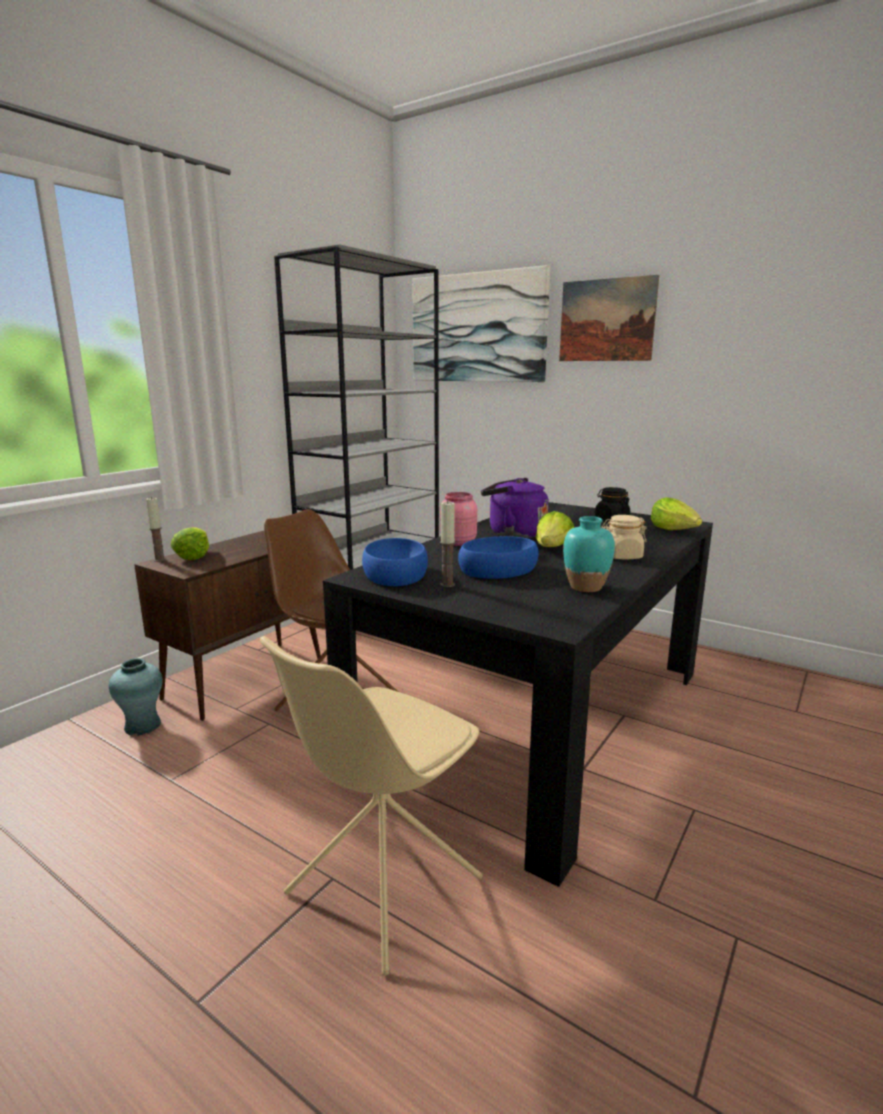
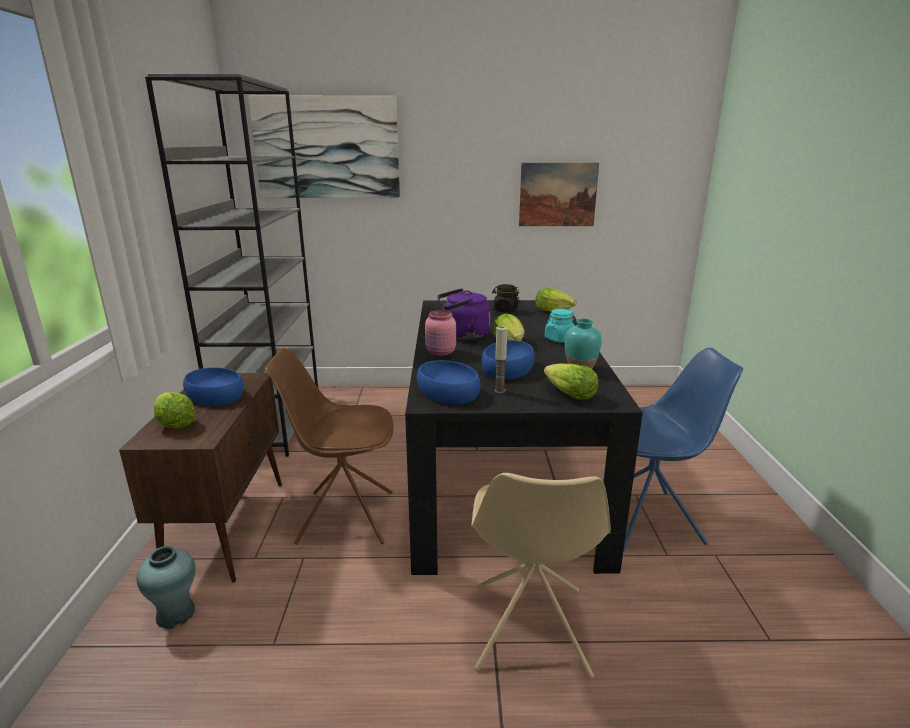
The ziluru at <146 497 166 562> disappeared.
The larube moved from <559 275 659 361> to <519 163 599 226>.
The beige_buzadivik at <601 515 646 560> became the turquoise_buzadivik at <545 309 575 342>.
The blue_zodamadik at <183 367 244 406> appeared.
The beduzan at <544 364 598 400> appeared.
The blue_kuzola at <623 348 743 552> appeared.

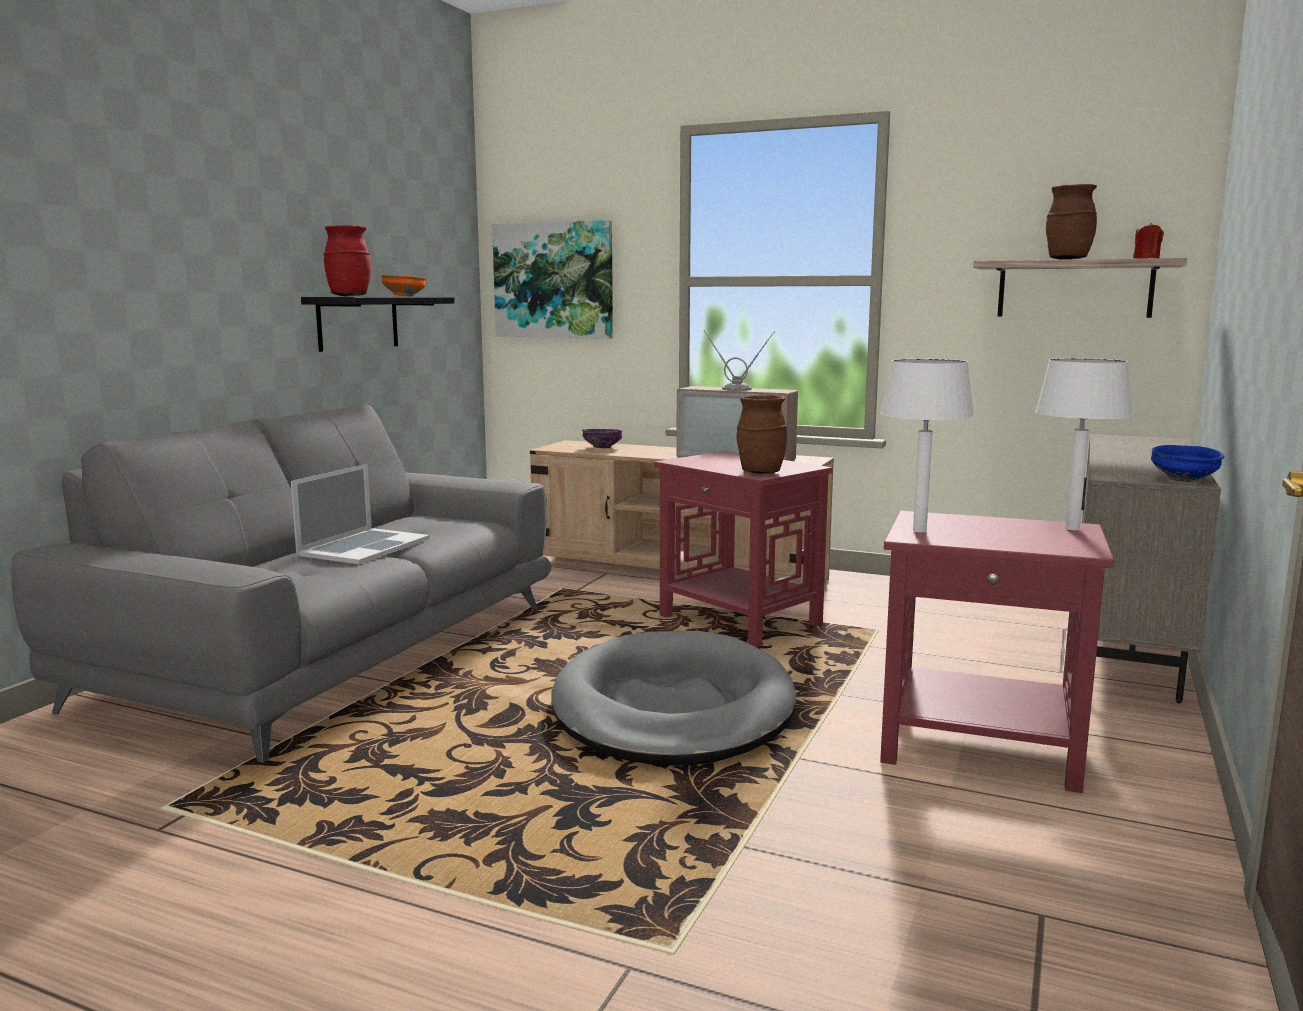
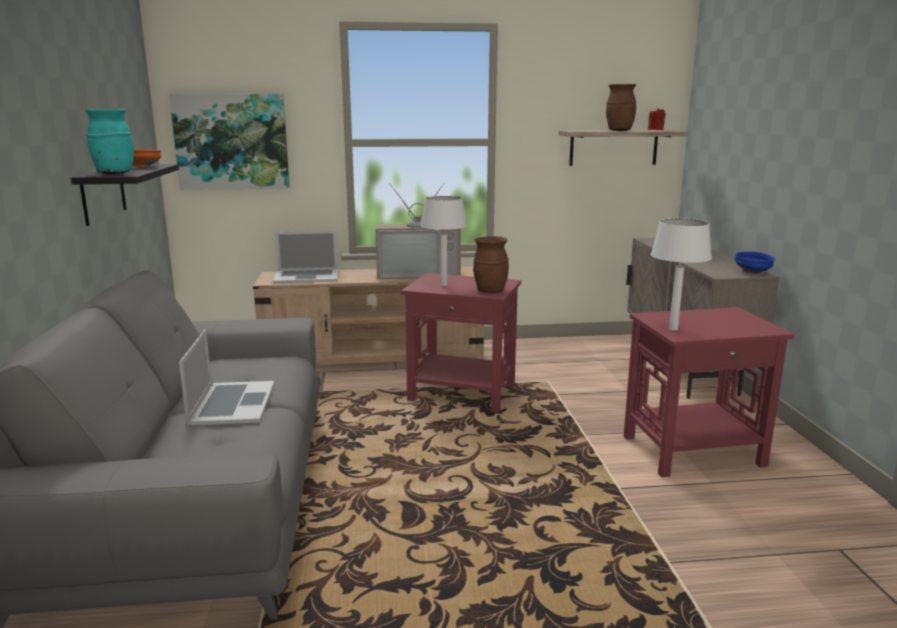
The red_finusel at <323 225 371 297> became the turquoise_finusel at <85 109 134 174>.
The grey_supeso at <551 631 796 766> disappeared.
The purple_zodamadik at <582 429 623 448> was replaced by the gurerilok at <273 231 338 283>.
The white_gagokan moved from <1035 358 1133 530> to <421 196 467 286>.

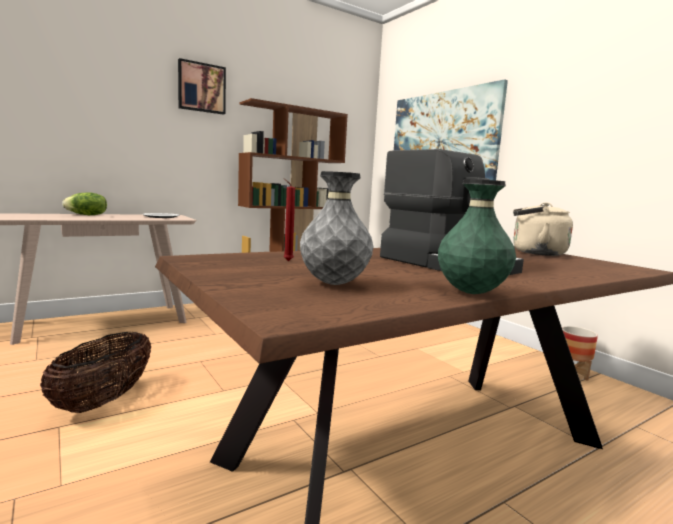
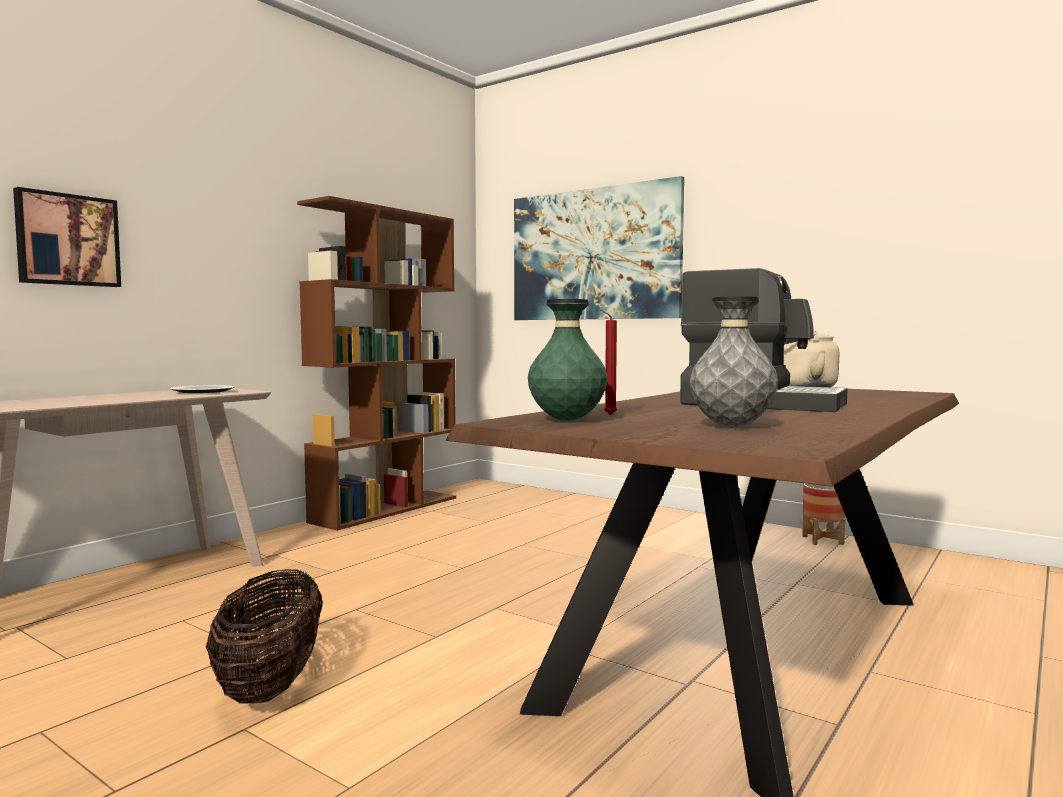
The beduzan at <62 192 107 215> disappeared.
The larube moved from <178 58 226 115> to <13 187 121 287>.
The green_finusel moved from <438 179 516 294> to <528 299 607 421>.

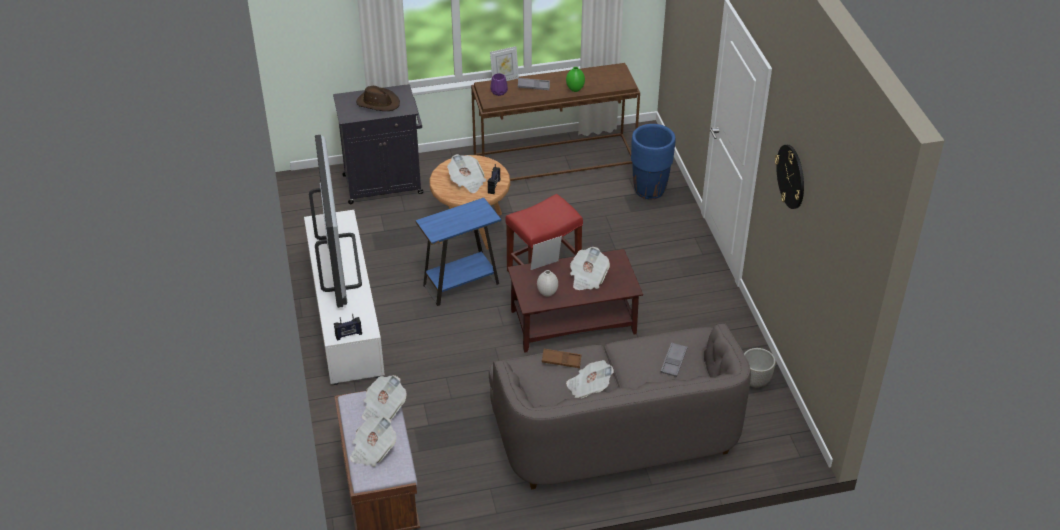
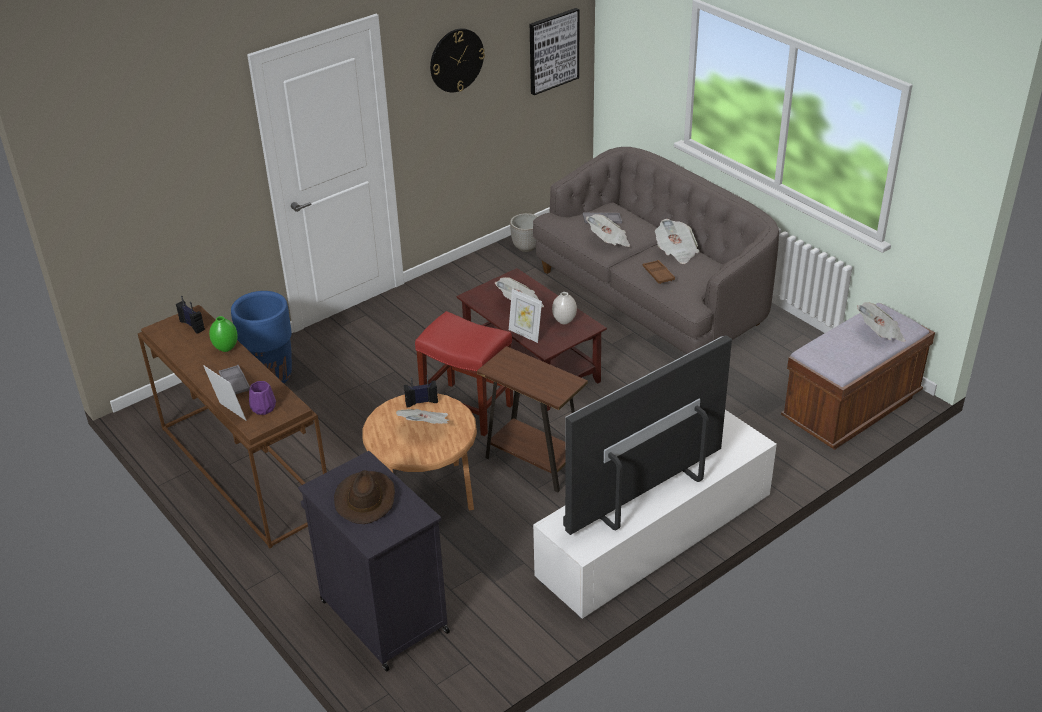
The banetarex moved from <334 314 362 341> to <176 296 205 334>.
The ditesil moved from <362 375 406 421> to <586 214 630 247>.
The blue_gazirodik at <415 198 501 306> became the brown_gazirodik at <477 346 588 493>.
The larube at <530 8 580 95> appeared.

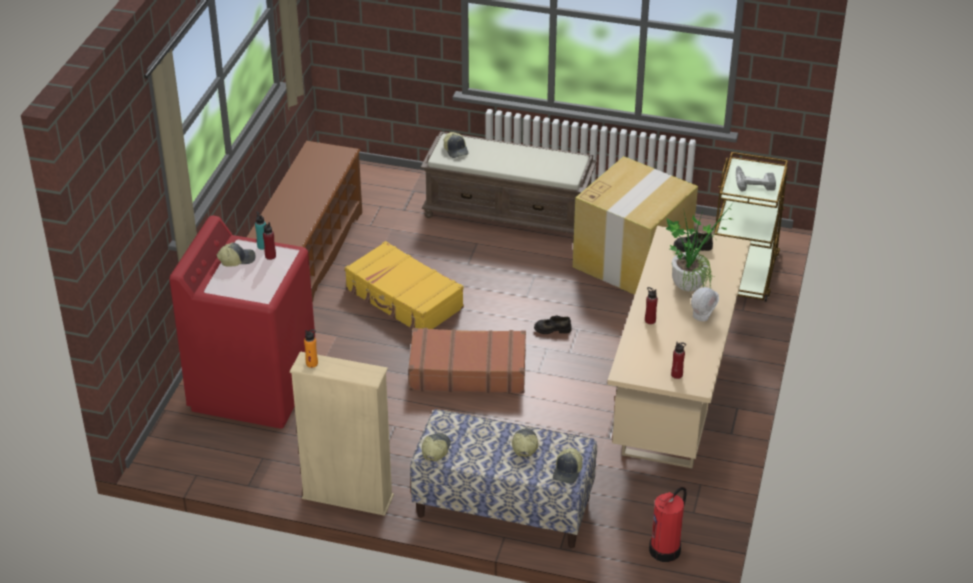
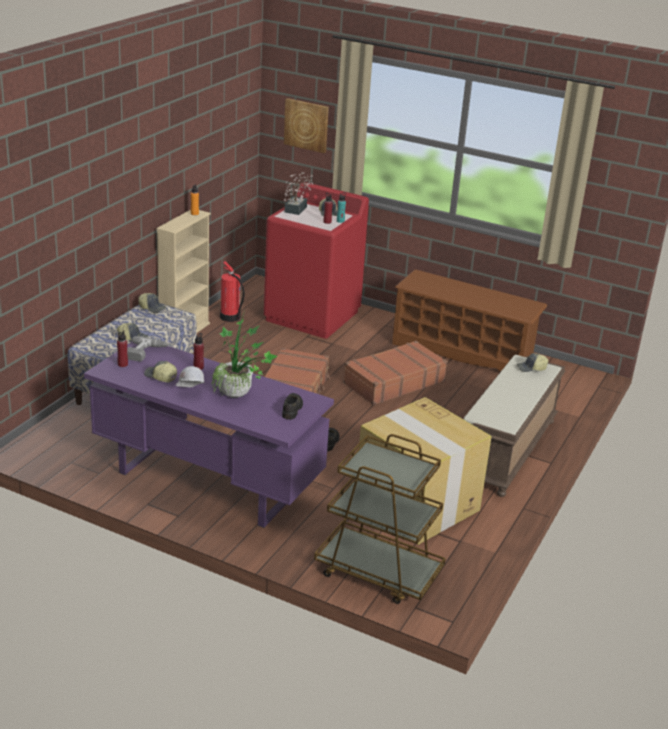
The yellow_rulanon at <345 241 464 330> became the brown_rulanon at <343 341 447 405>.
The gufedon moved from <553 448 582 484> to <144 361 177 383>.
The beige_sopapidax at <607 226 751 469> became the purple_sopapidax at <84 342 334 528>.
The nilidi moved from <649 487 687 562> to <220 261 245 322>.
The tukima moved from <736 166 776 191> to <127 336 169 361>.
The larube at <284 98 329 153> appeared.
The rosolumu at <284 172 313 215> appeared.

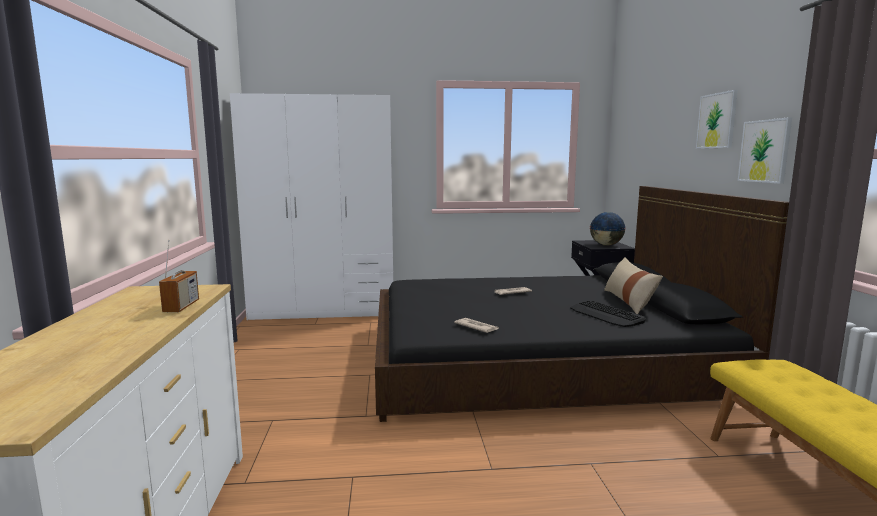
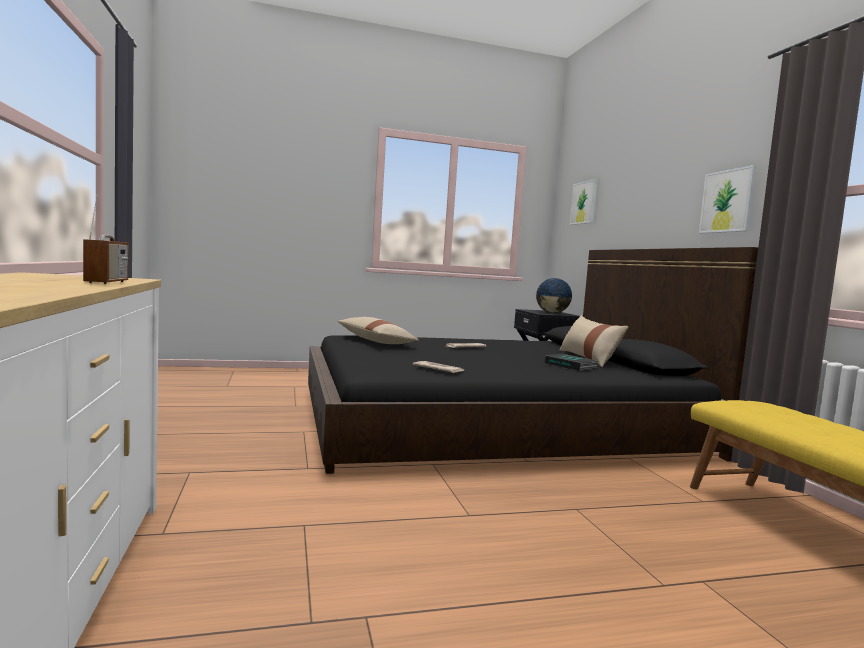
The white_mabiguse at <230 93 393 320> disappeared.
The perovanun at <570 301 646 327> was replaced by the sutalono at <545 354 598 371>.
The larube moved from <696 90 738 149> to <570 179 598 225>.
The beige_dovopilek at <337 317 419 344> appeared.

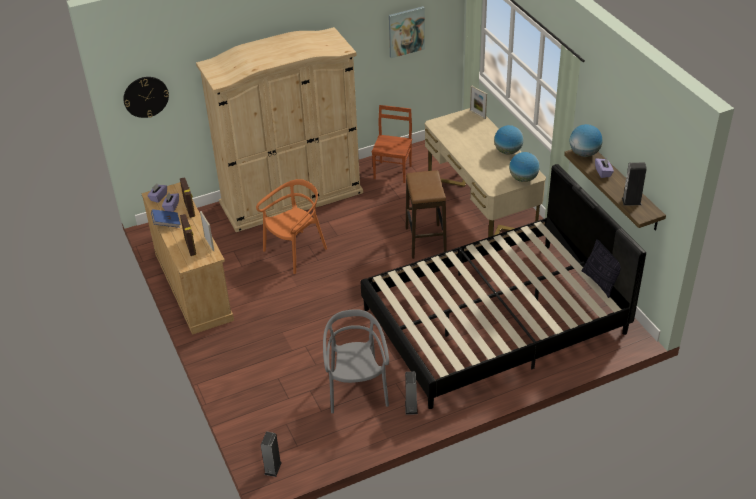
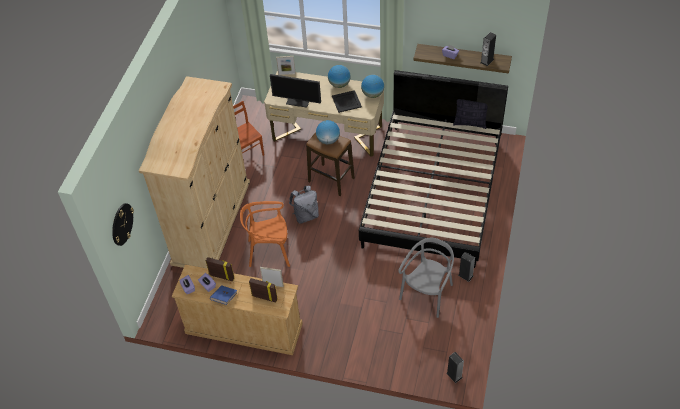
The orange_kuzola at <256 179 327 274> turned 90 degrees counterclockwise.
The grey_kuzola at <323 309 389 414> turned 90 degrees clockwise.
The larube at <389 6 425 58> disappeared.
The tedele moved from <569 124 603 157> to <316 120 340 144>.
The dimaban at <270 74 321 108> appeared.
The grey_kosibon at <289 186 319 224> appeared.
The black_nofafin at <332 90 362 113> appeared.

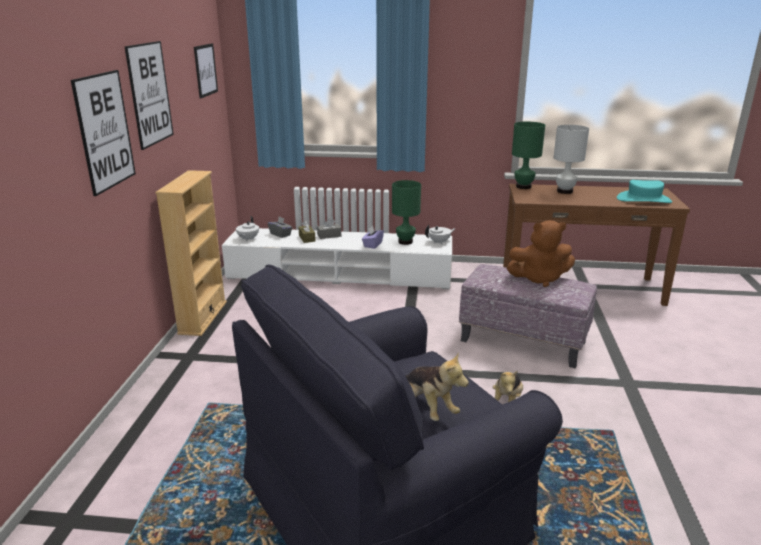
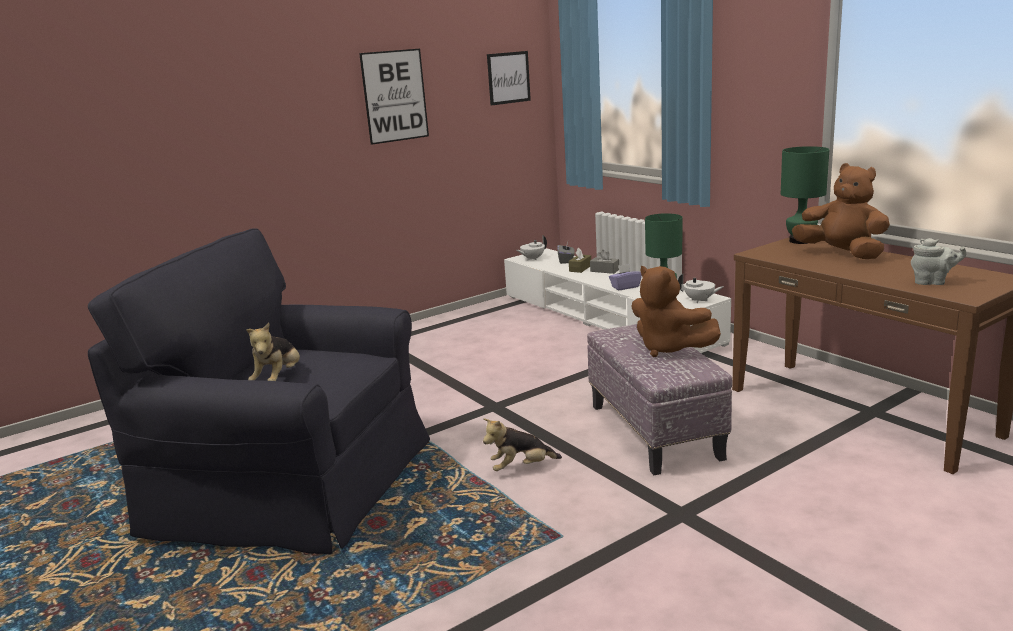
The larube at <71 70 136 196> disappeared.
The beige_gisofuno at <155 170 227 336> disappeared.
The white_gagokan at <554 125 589 194> was replaced by the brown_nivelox at <792 163 890 259>.
The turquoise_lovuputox at <617 180 672 203> was replaced by the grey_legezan at <911 238 966 285>.

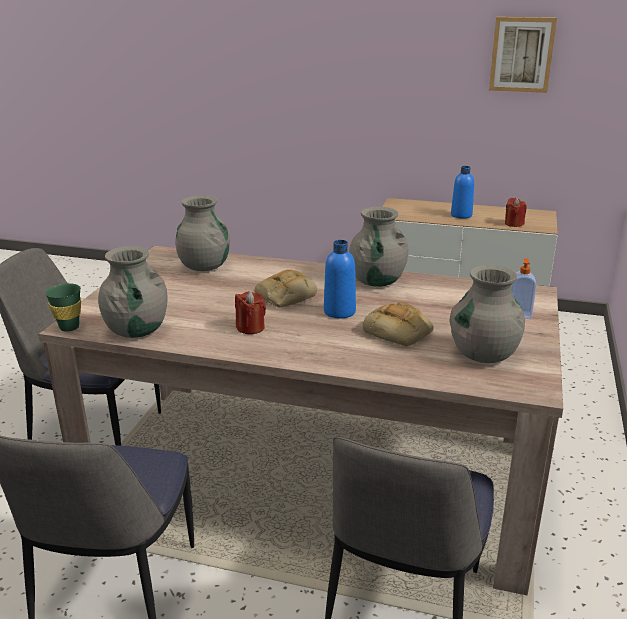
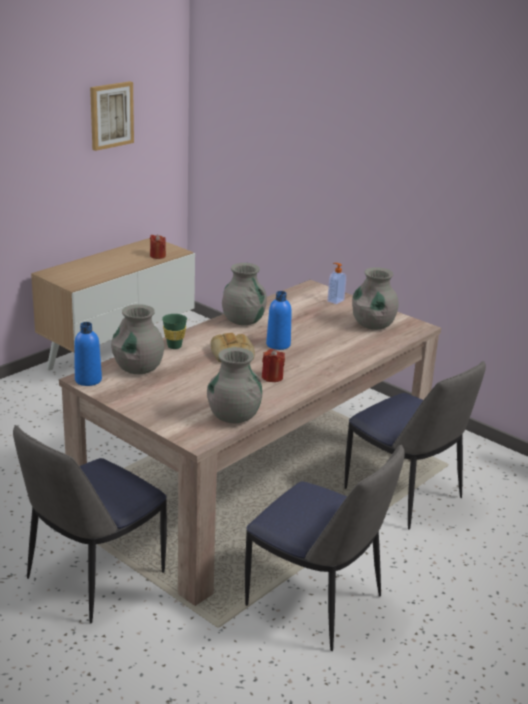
The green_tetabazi moved from <45 283 81 332> to <162 314 187 349>.
The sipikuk at <363 301 434 347> disappeared.
The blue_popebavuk moved from <451 166 474 219> to <74 322 102 386>.

